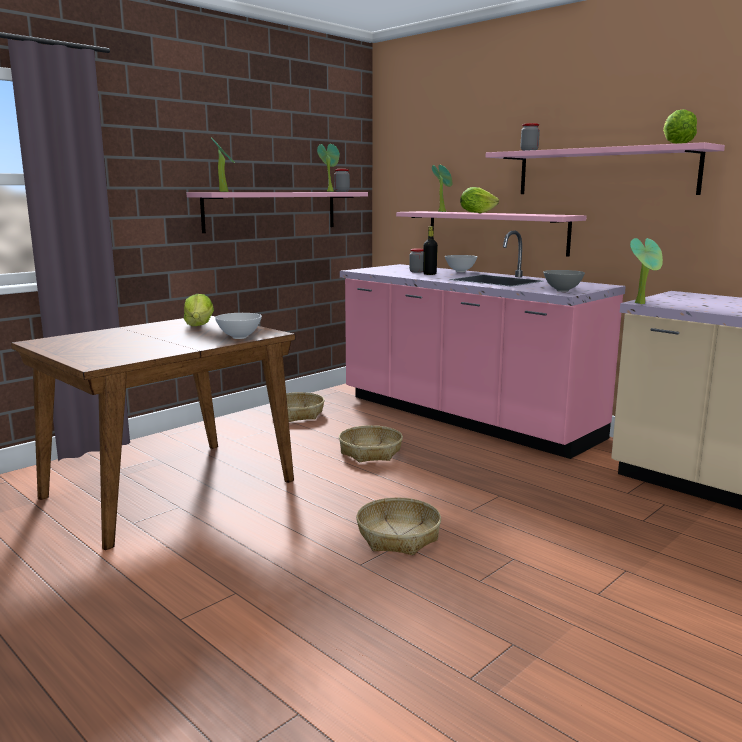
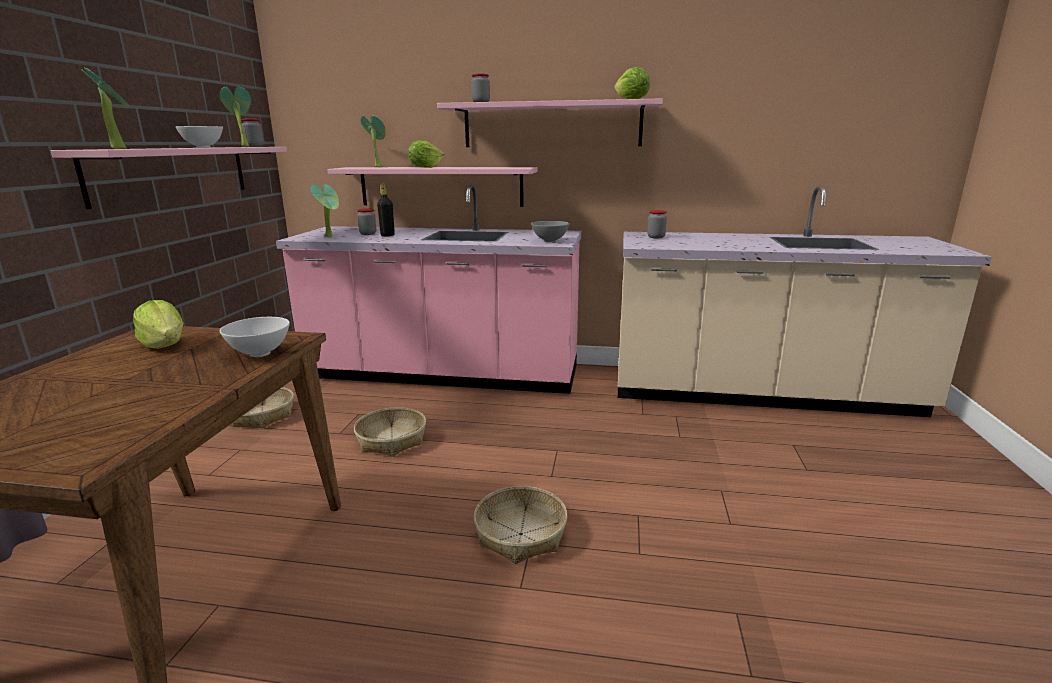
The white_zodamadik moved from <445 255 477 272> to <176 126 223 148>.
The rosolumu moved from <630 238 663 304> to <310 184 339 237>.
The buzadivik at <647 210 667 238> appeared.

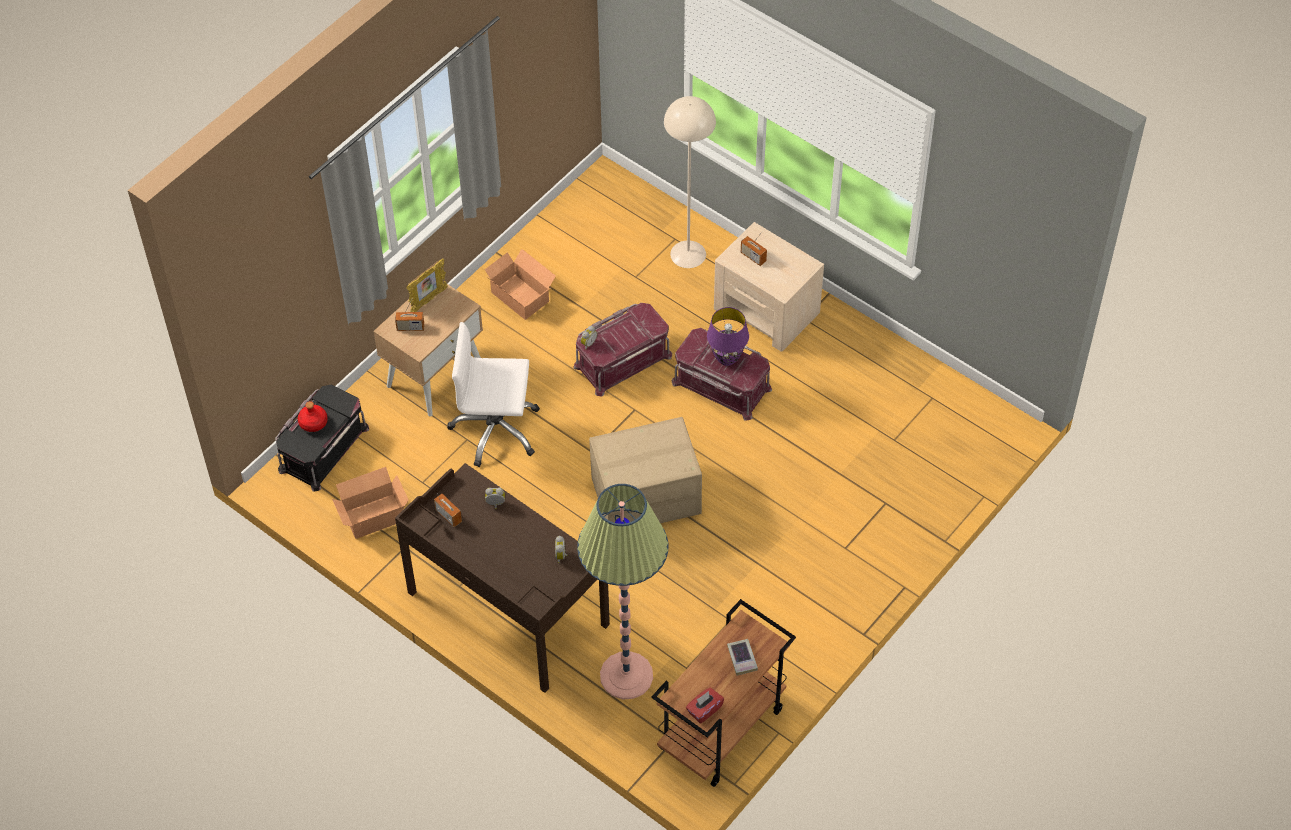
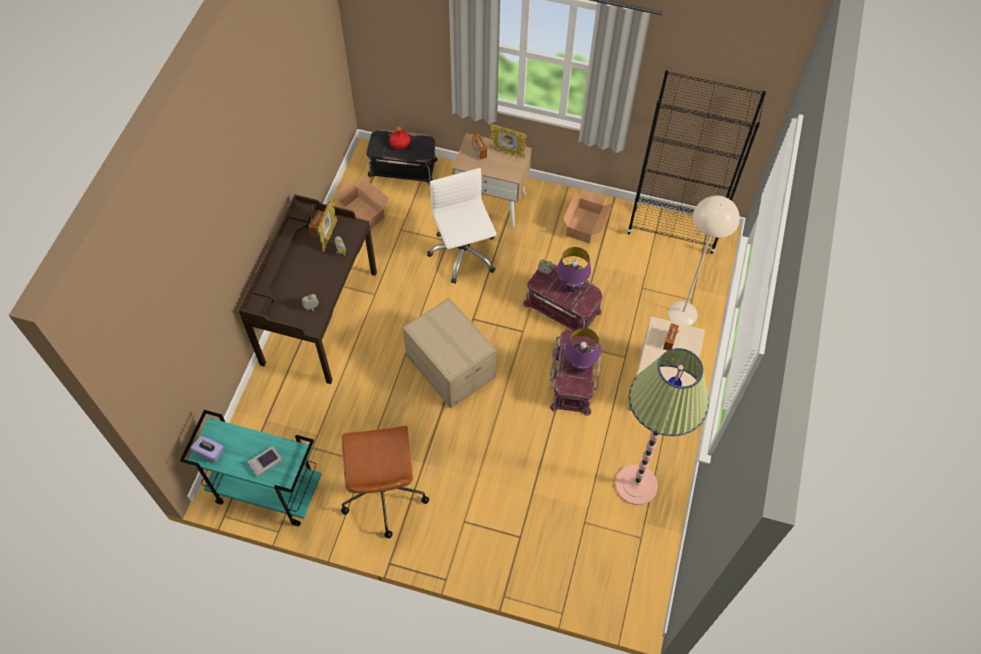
The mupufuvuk moved from <577 484 668 699> to <615 348 709 505>.
The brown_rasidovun at <652 599 796 787> became the turquoise_rasidovun at <180 410 321 526>.
The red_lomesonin at <686 688 724 724> became the purple_lomesonin at <190 436 224 462>.
The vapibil at <317 198 337 252> appeared.
The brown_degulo at <341 426 429 539> appeared.
The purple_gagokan at <557 247 591 292> appeared.
The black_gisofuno at <627 70 766 254> appeared.

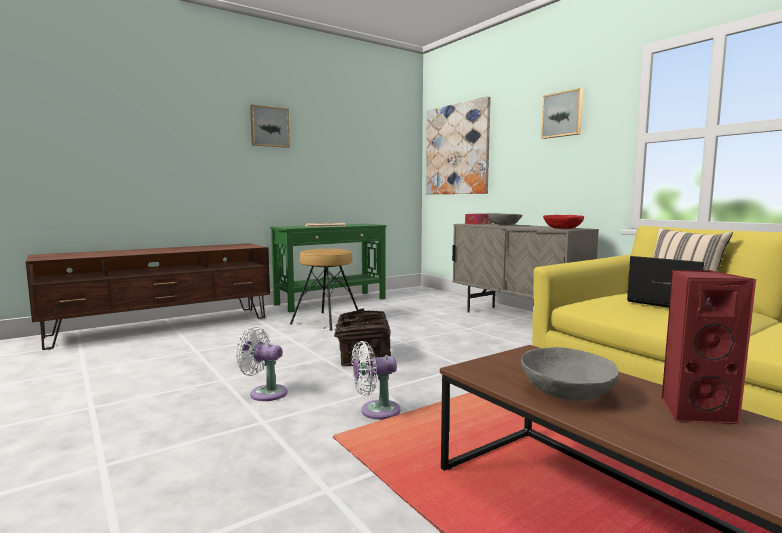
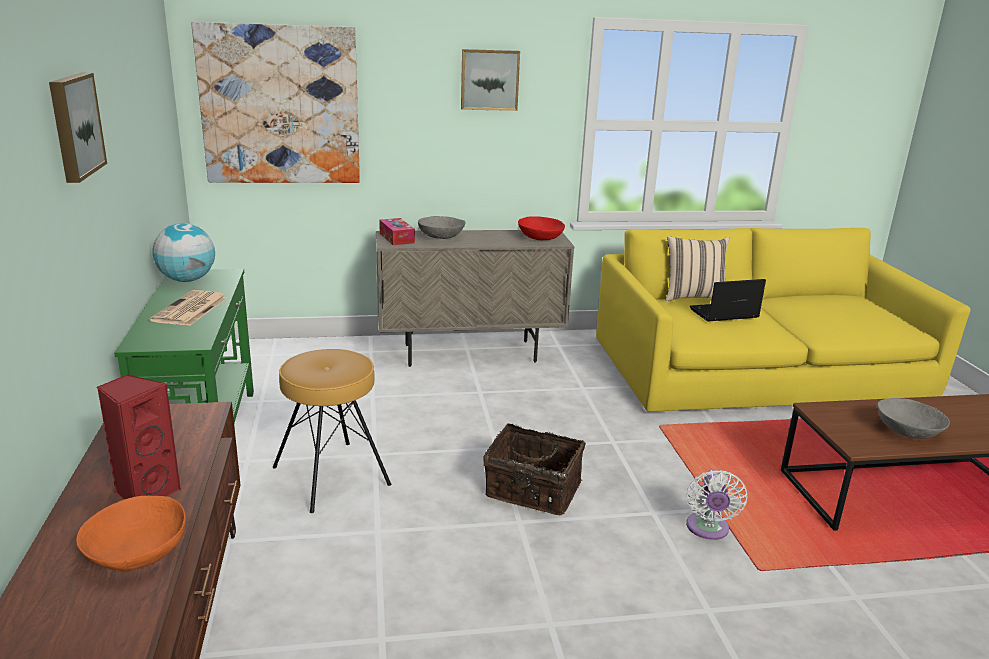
The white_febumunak at <235 327 287 401> disappeared.
The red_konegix moved from <661 270 756 425> to <97 374 181 500>.
The orange_zodamadik at <76 496 186 571> appeared.
The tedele at <152 223 215 282> appeared.

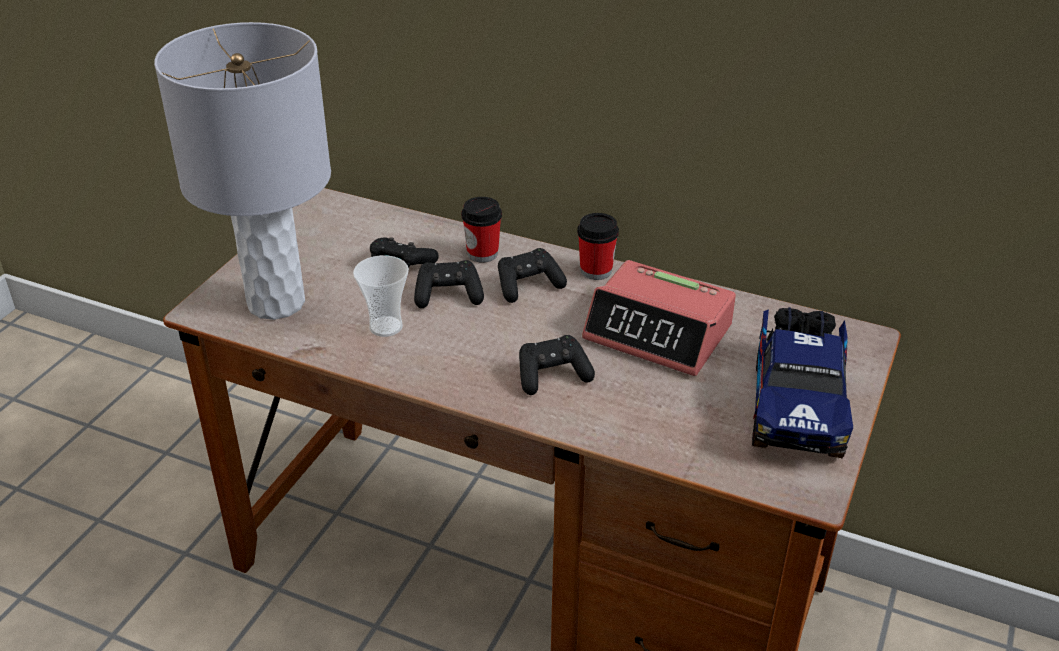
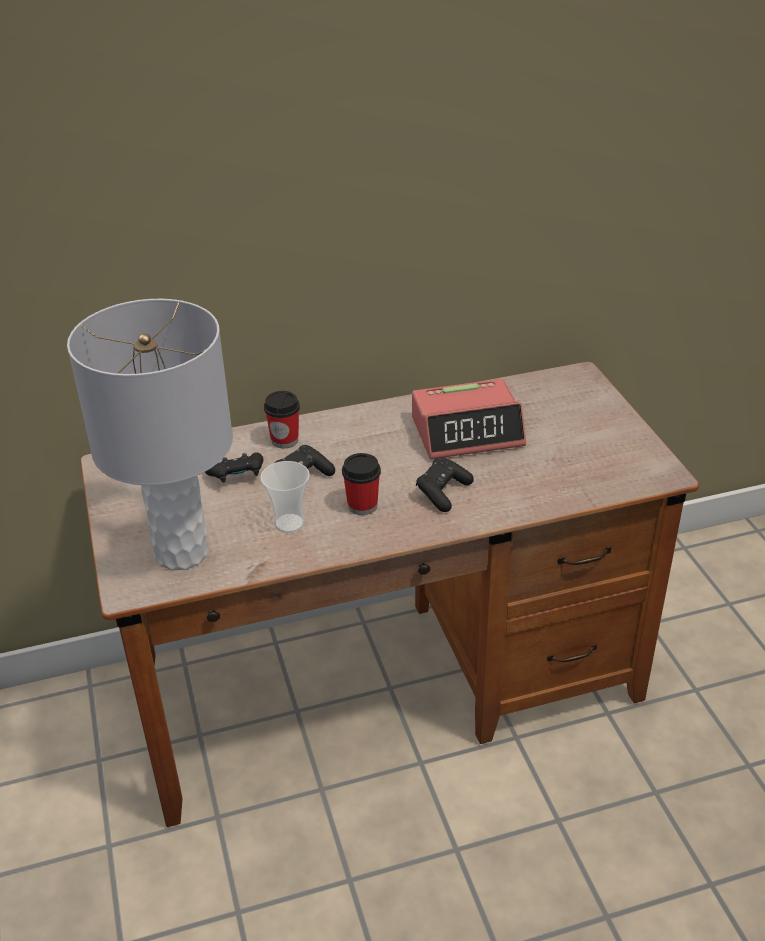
The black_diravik at <498 248 567 303> disappeared.
The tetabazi moved from <577 213 619 280> to <342 453 381 515>.
The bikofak at <752 307 853 458> disappeared.

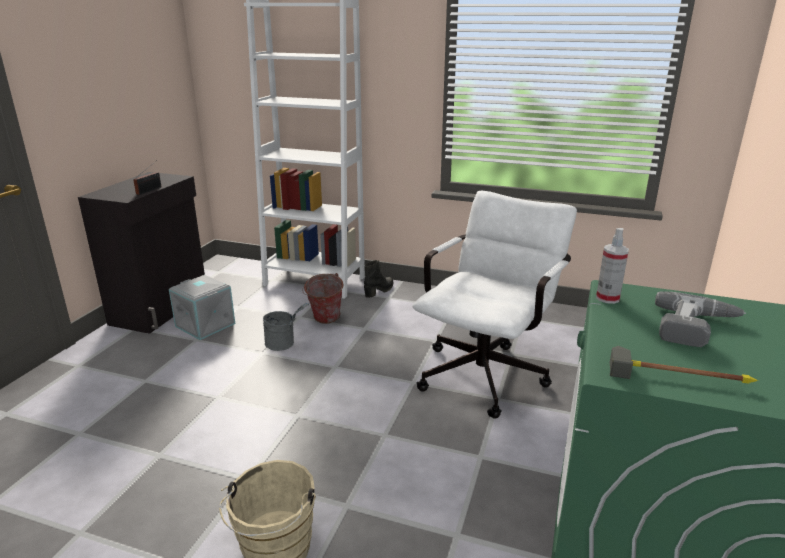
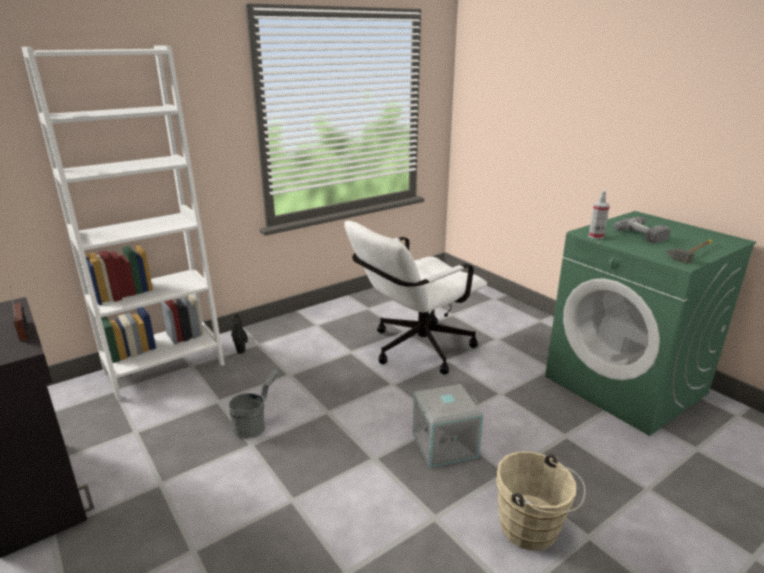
The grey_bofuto moved from <169 275 235 340> to <412 384 483 468>.
The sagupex at <302 273 343 324> disappeared.
The white_degulo at <412 191 577 419> turned 105 degrees counterclockwise.

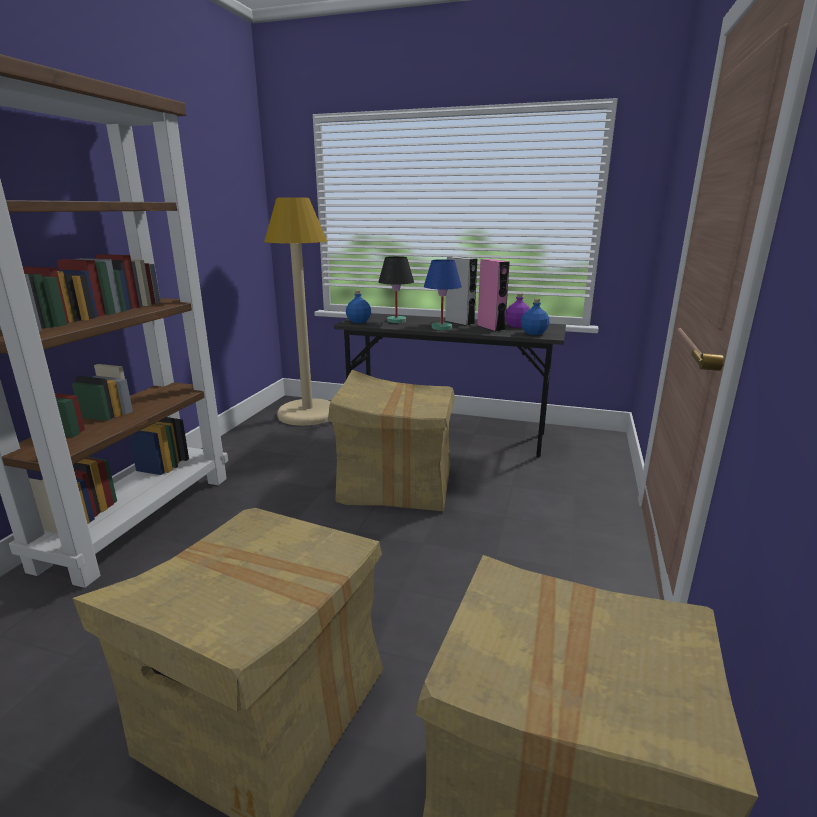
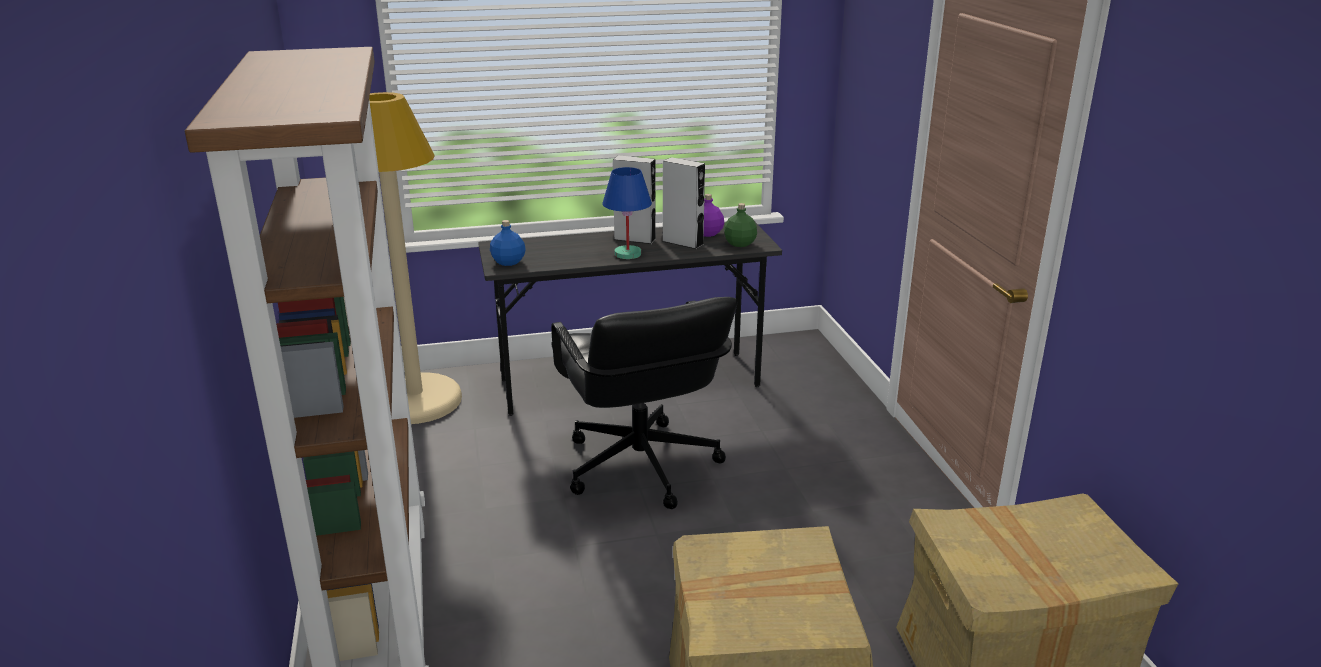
The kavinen at <328 370 455 511> was replaced by the black_degulo at <551 297 737 509>.
The black_gagokan at <378 256 414 323> disappeared.
The pink_konegix at <477 259 510 332> became the grey_konegix at <662 157 705 249>.
The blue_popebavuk at <521 299 549 335> became the green_popebavuk at <724 203 757 247>.

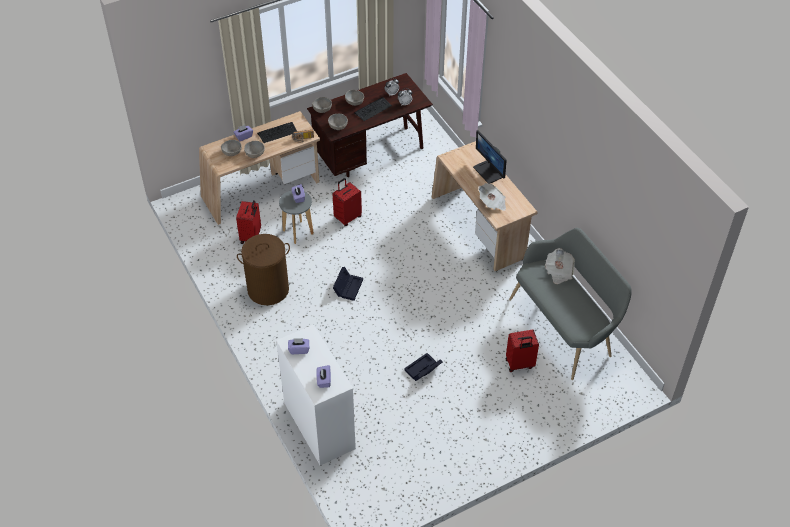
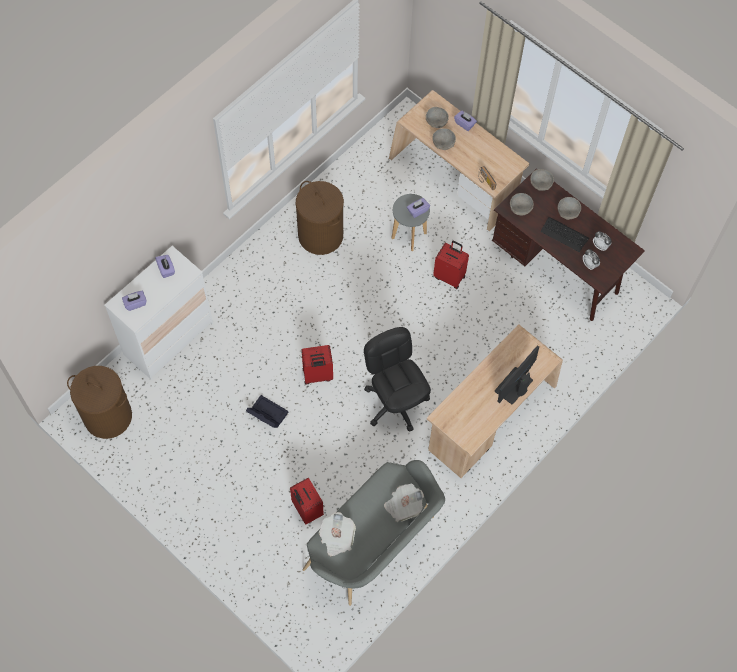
The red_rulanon moved from <236 200 261 244> to <302 345 333 385>.
The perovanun at <257 122 297 143> disappeared.
The black_bofuto at <333 267 363 301> disappeared.
The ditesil moved from <478 183 506 211> to <319 512 356 556>.
The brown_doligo at <67 366 132 439> appeared.
The black_degulo at <364 327 431 432> appeared.

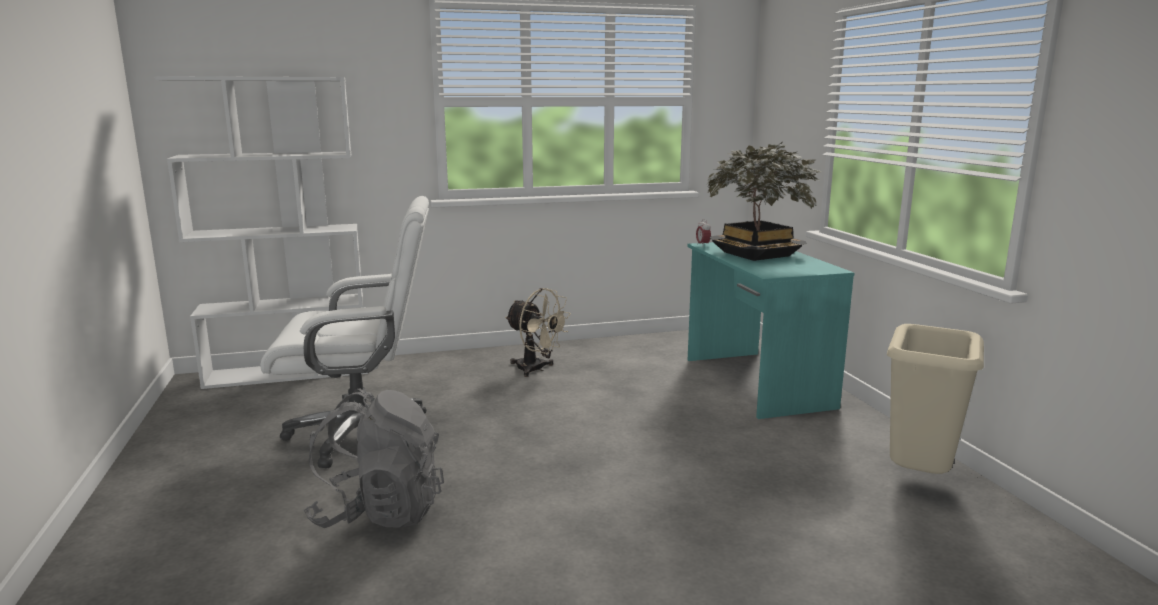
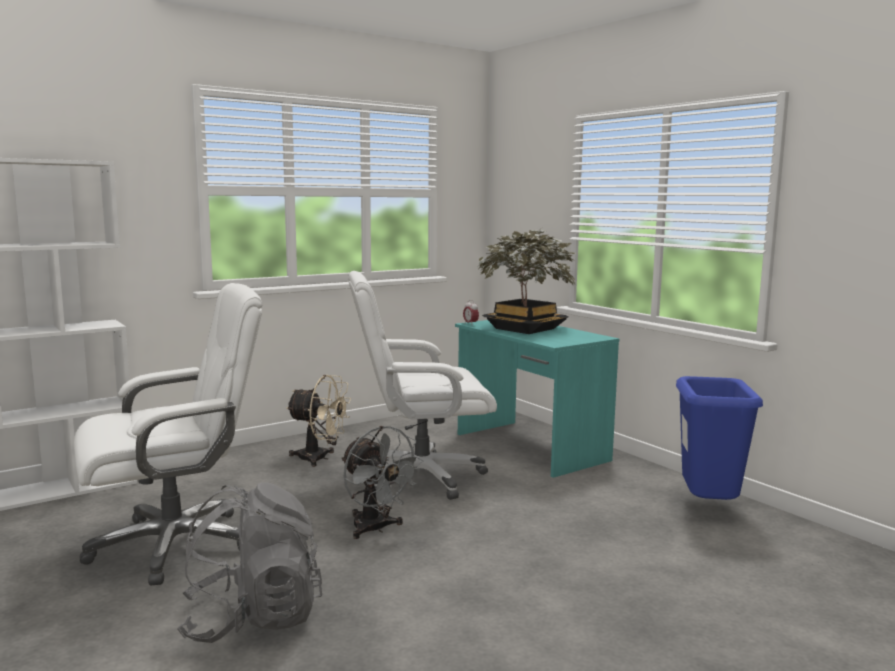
The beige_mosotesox at <887 324 984 474> became the blue_mosotesox at <676 376 763 500>.
The grey_febumunak at <341 426 424 539> appeared.
The white_degulo at <348 271 497 500> appeared.

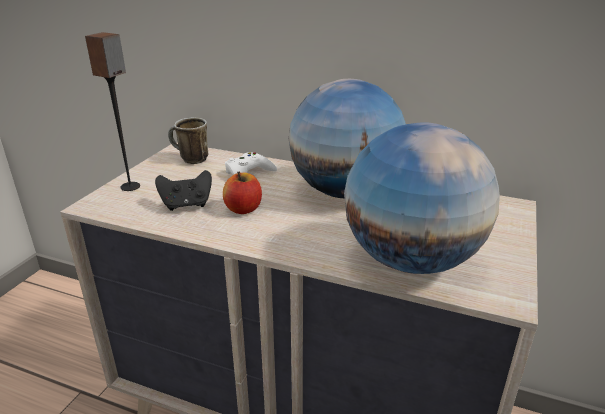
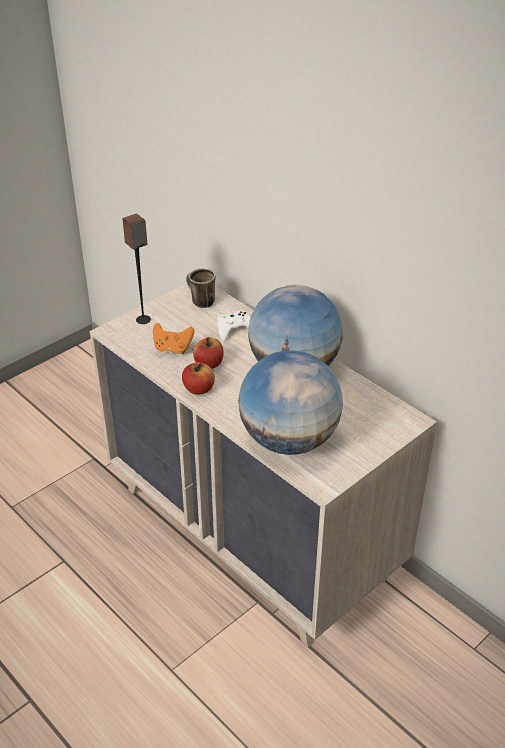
The black_diravik at <155 170 212 211> became the orange_diravik at <153 323 194 354>.
The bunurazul at <182 363 215 395> appeared.

